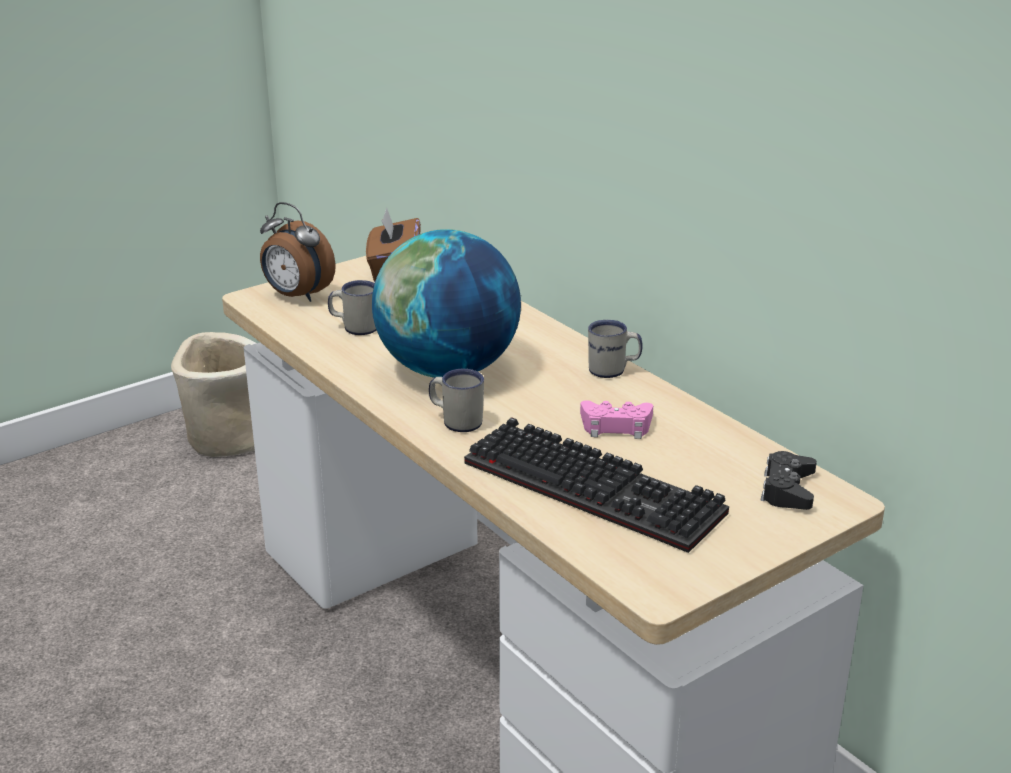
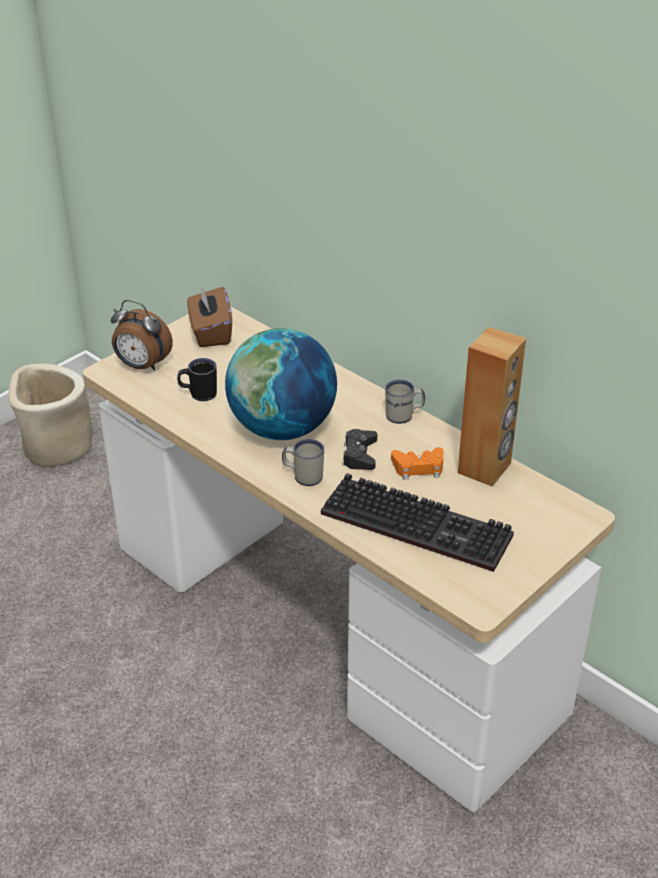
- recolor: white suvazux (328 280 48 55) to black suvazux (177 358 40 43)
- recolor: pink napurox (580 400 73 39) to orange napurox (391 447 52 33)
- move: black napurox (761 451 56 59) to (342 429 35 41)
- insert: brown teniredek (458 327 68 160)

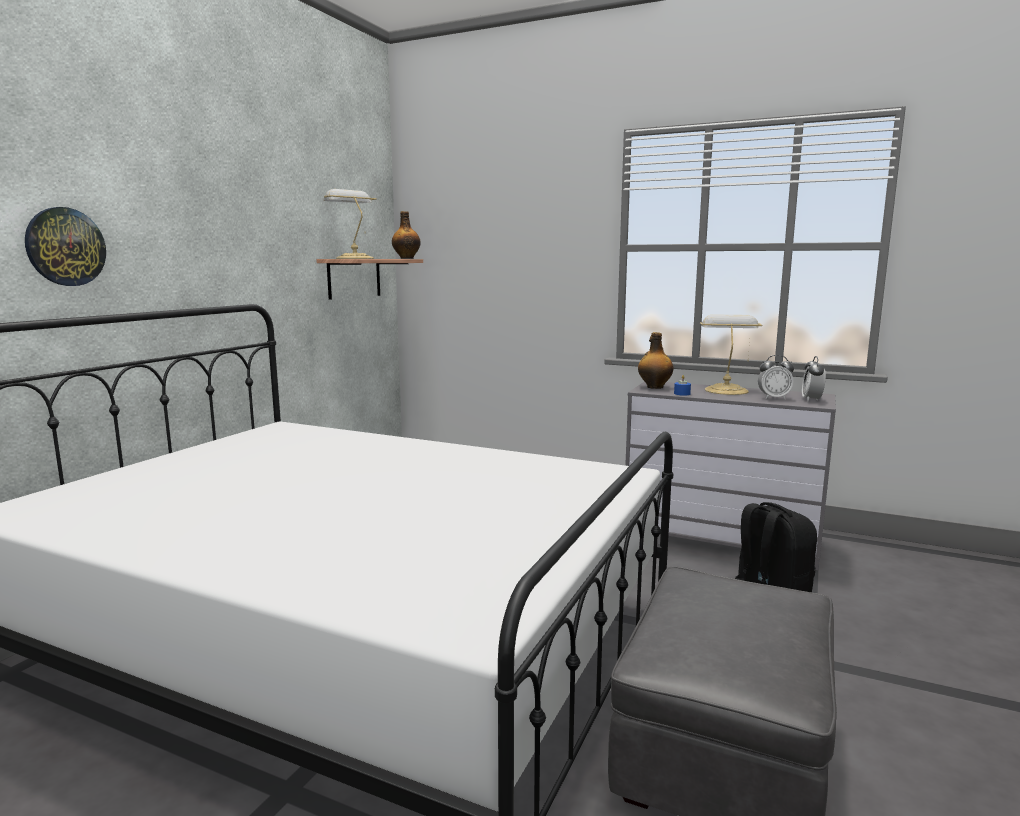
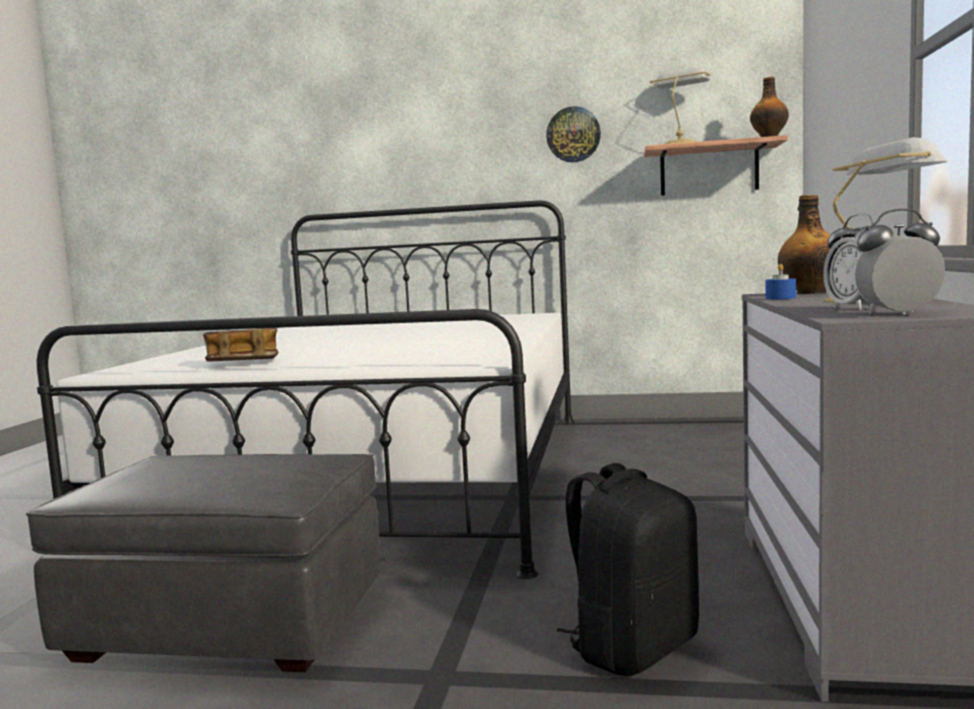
- move: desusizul (25 207 81 79) to (546 106 55 56)
- insert: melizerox (203 328 75 34)

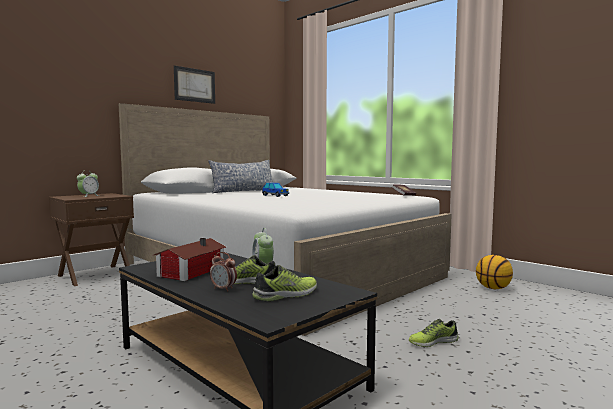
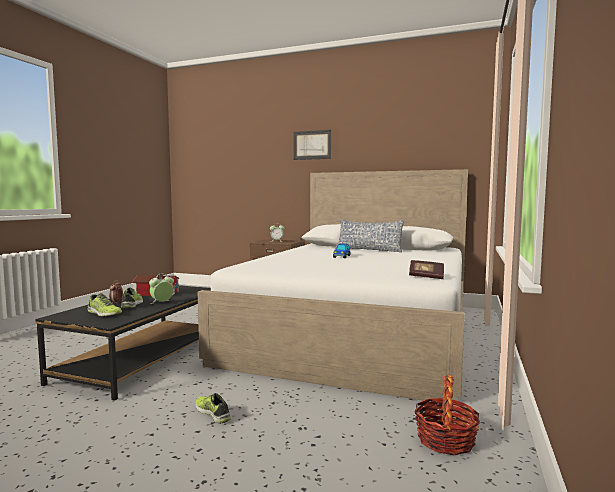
- move: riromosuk (174 66 41 38) to (294 130 37 30)
- replace: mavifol (476 255 37 34) to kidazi (414 375 66 80)

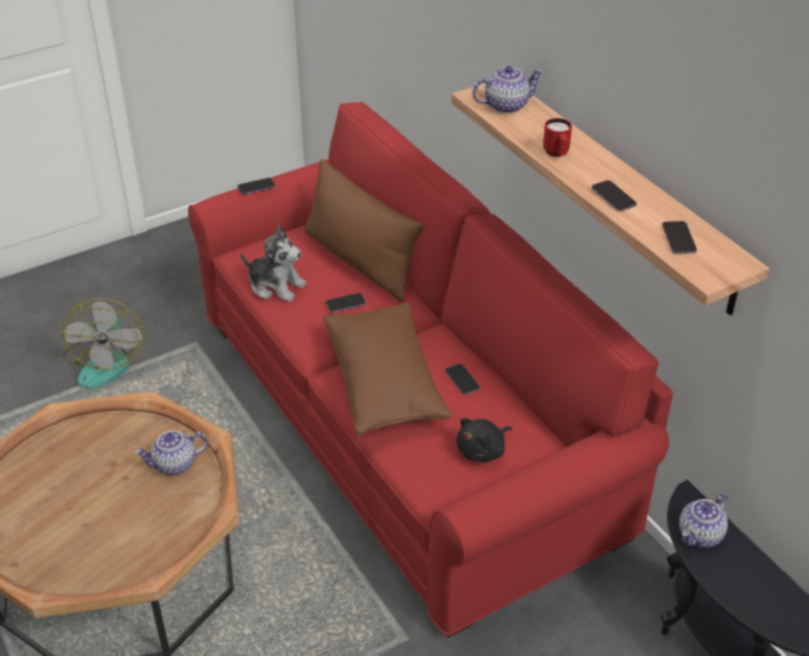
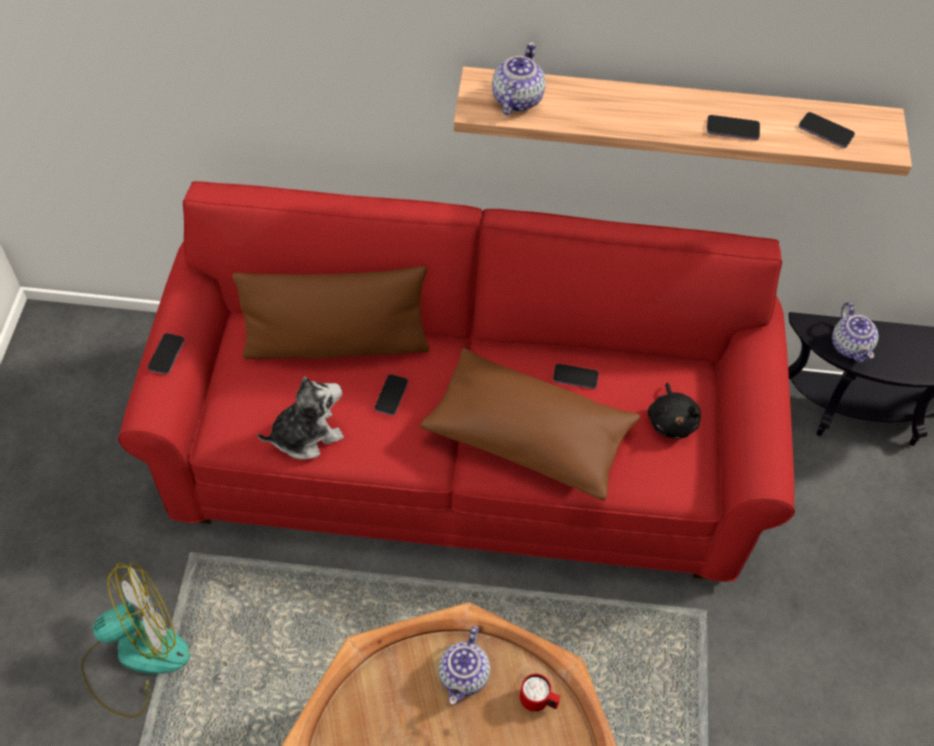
- rotate: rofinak (62 299 82 89) = (81 563 109 155) 60 degrees counterclockwise
- move: red suvazux (543 118 29 39) to (520 673 40 39)

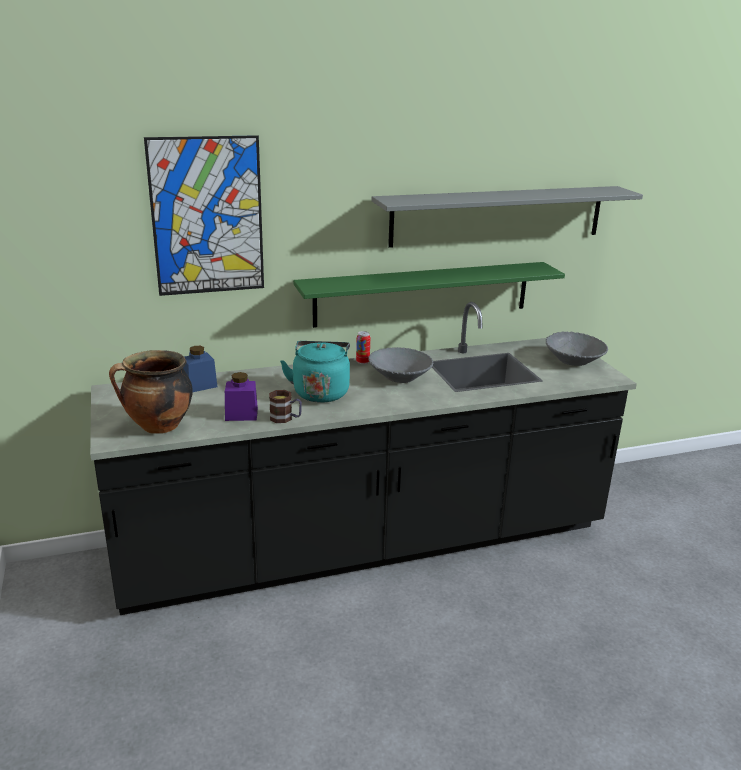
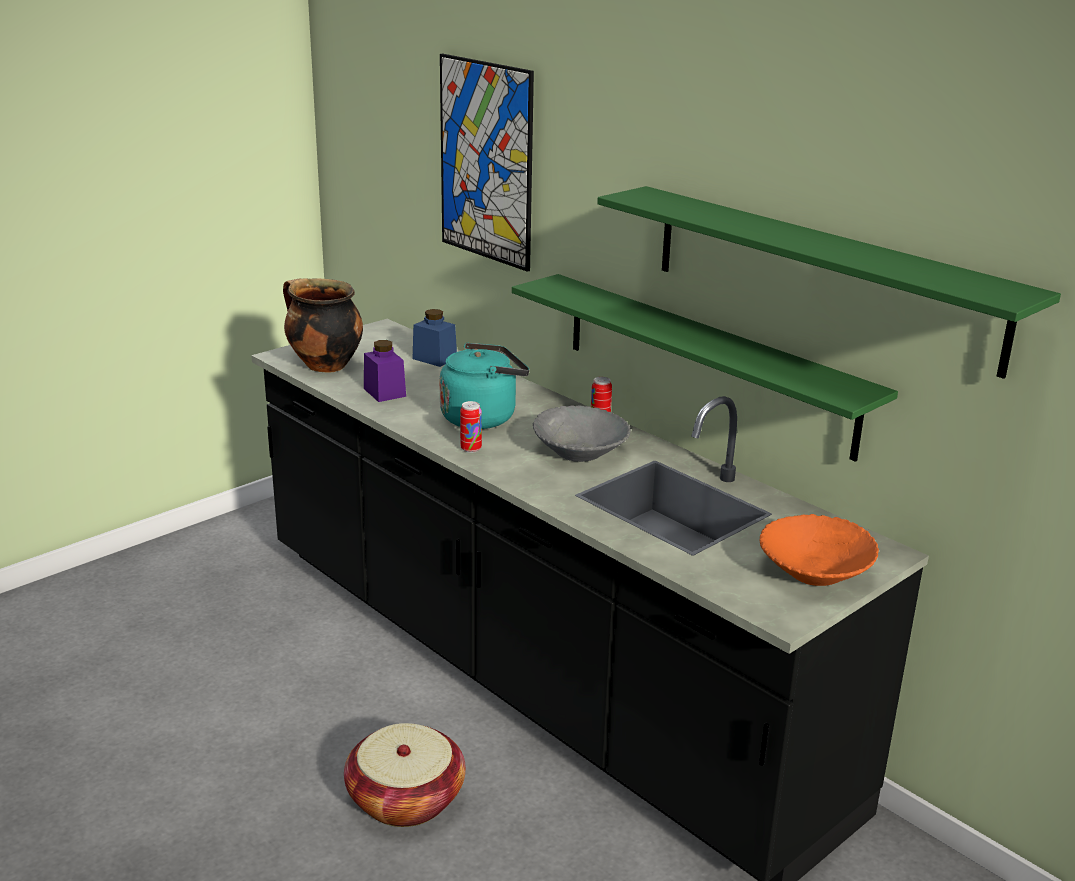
- delete: suvazux (269 390 33 33)
- recolor: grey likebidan (371 186 272 62) to green likebidan (597 186 464 193)
- recolor: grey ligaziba (546 332 62 34) to orange ligaziba (759 514 120 72)
- insert: kidazi (344 723 122 104)
- insert: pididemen (460 401 22 52)

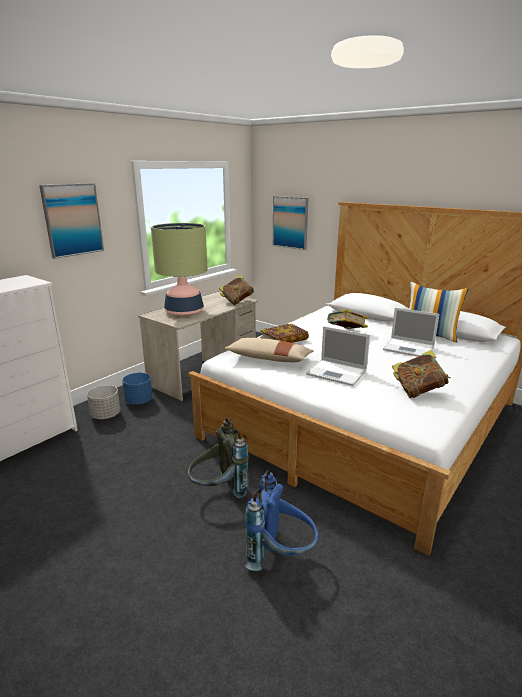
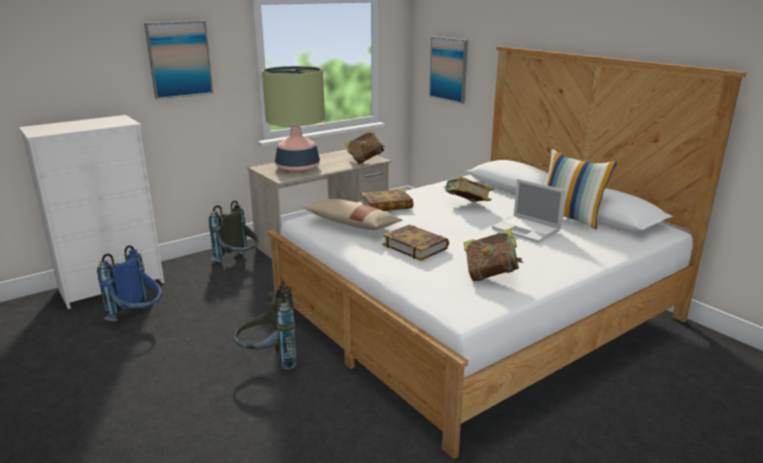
- delete: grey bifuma (87 385 33 34)
- replace: blue bifuma (122 373 31 31) to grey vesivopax (209 200 49 62)
- move: blue vesivopax (245 470 74 101) to (97 245 65 77)
- replace: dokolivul (306 326 64 60) to melizerox (382 225 67 36)

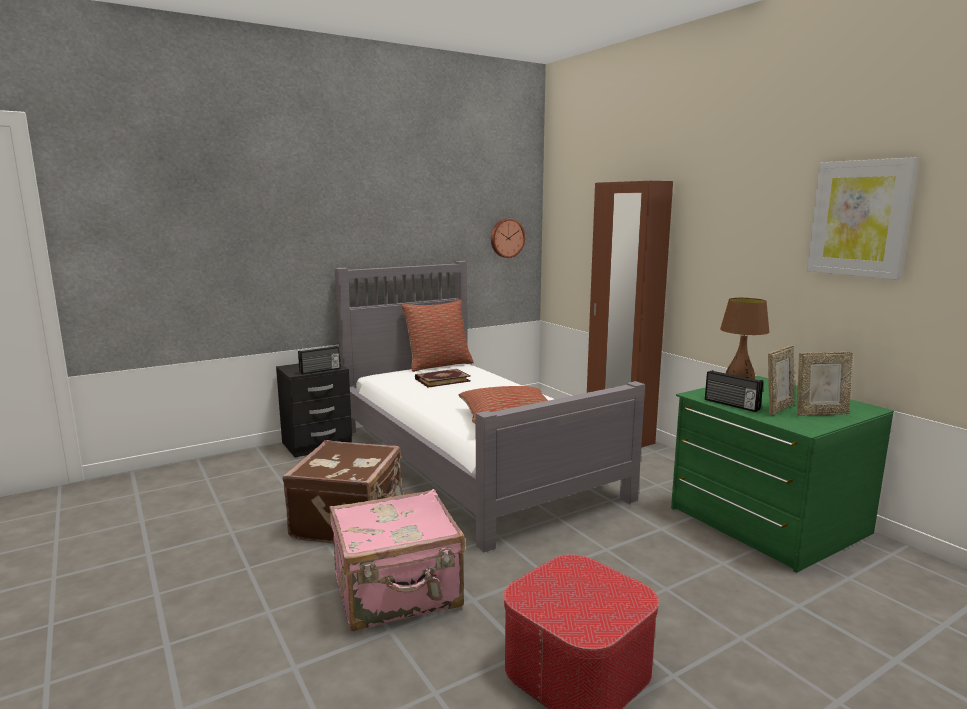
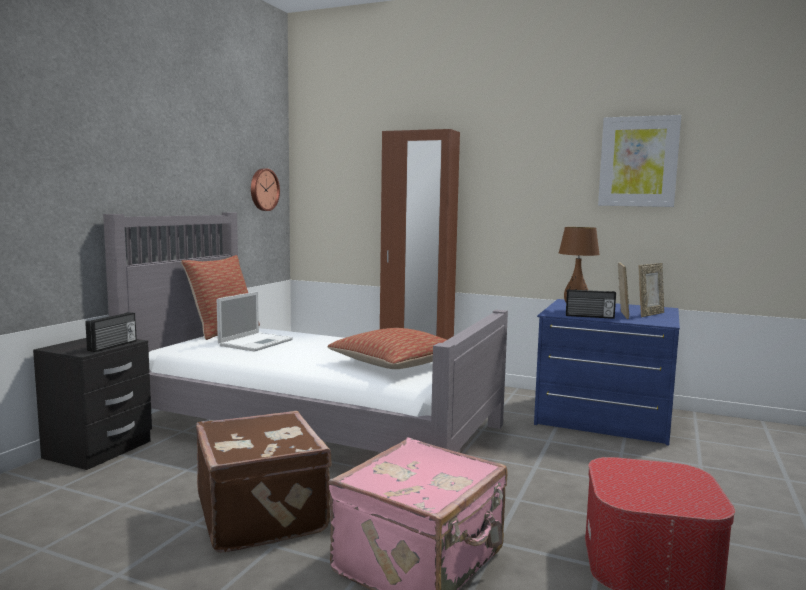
- replace: melizerox (415 369 56 19) to dokolivul (217 291 76 61)
- recolor: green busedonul (671 376 223 197) to blue busedonul (534 299 146 147)

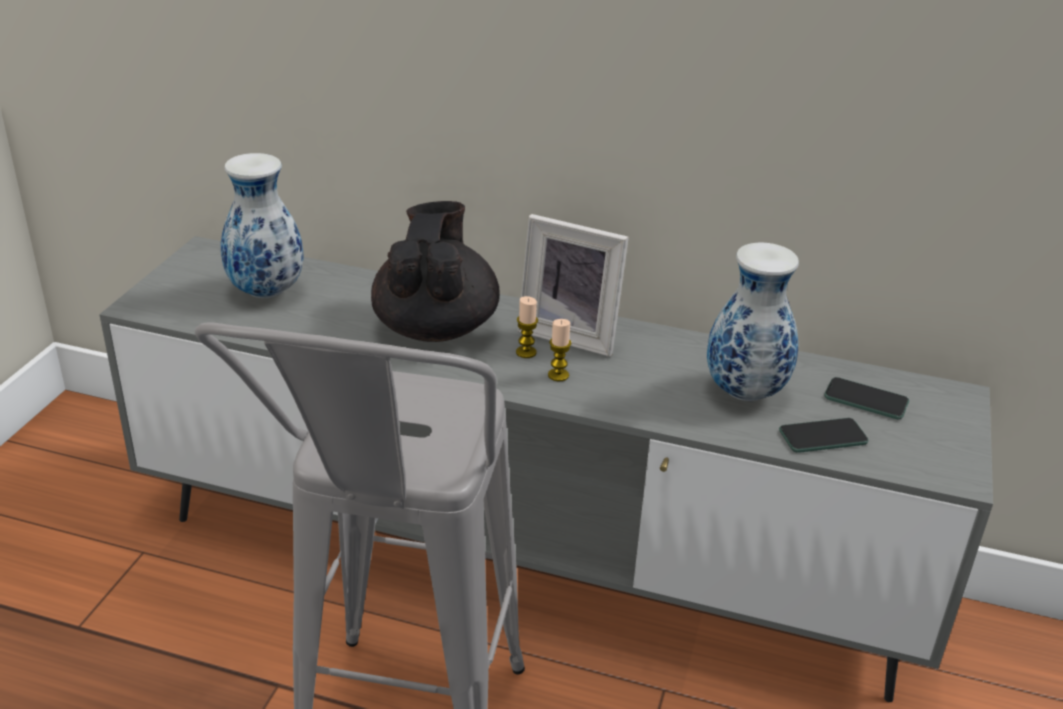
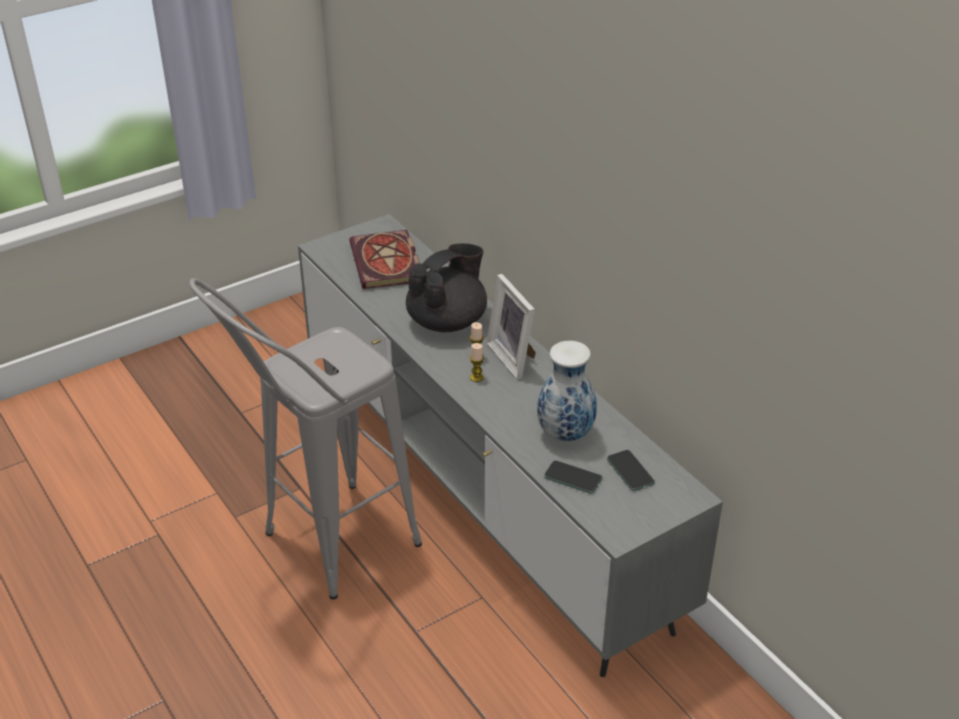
- replace: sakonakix (221 153 83 145) to melizerox (349 230 71 59)

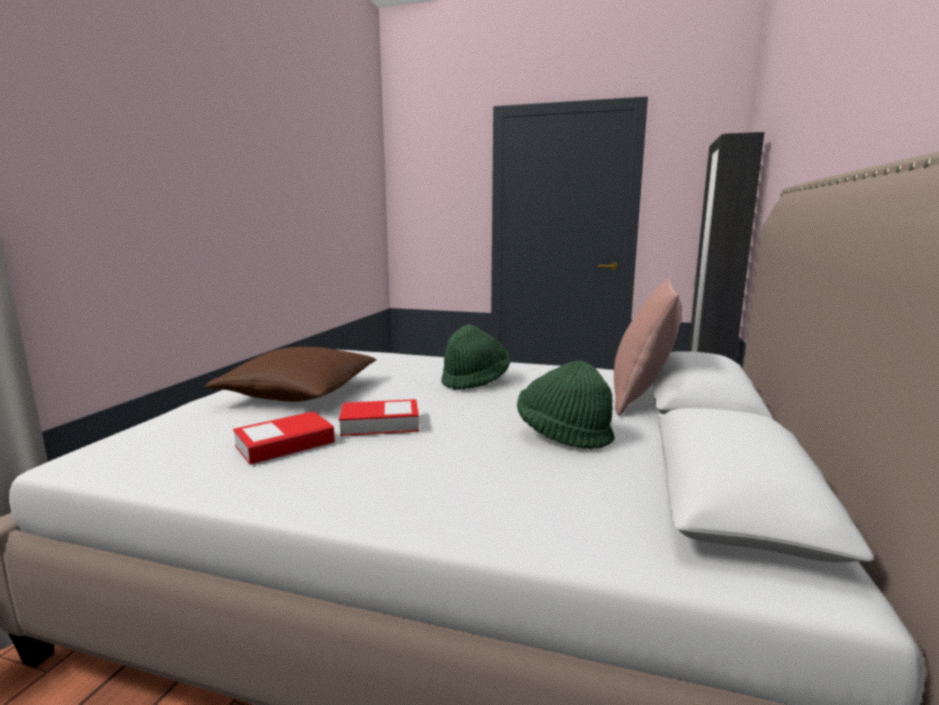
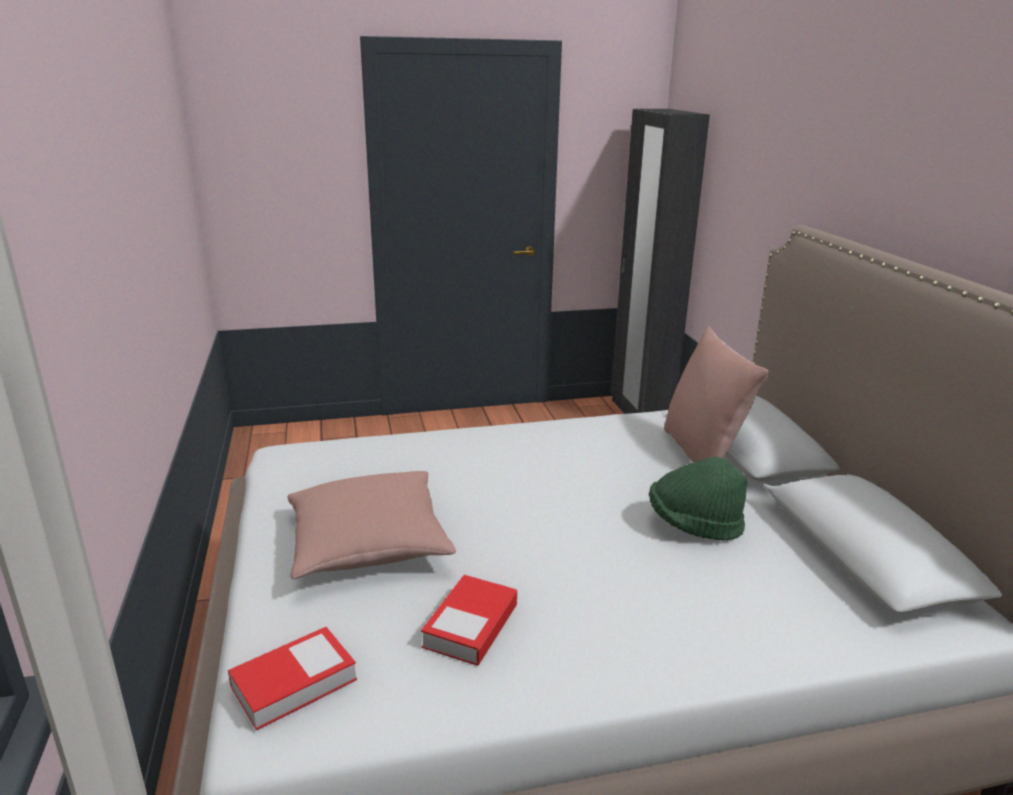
- recolor: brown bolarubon (205 347 171 55) to pink bolarubon (287 471 169 108)
- move: melizerox (339 399 80 37) to (228 627 129 103)
- delete: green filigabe (441 324 69 66)

